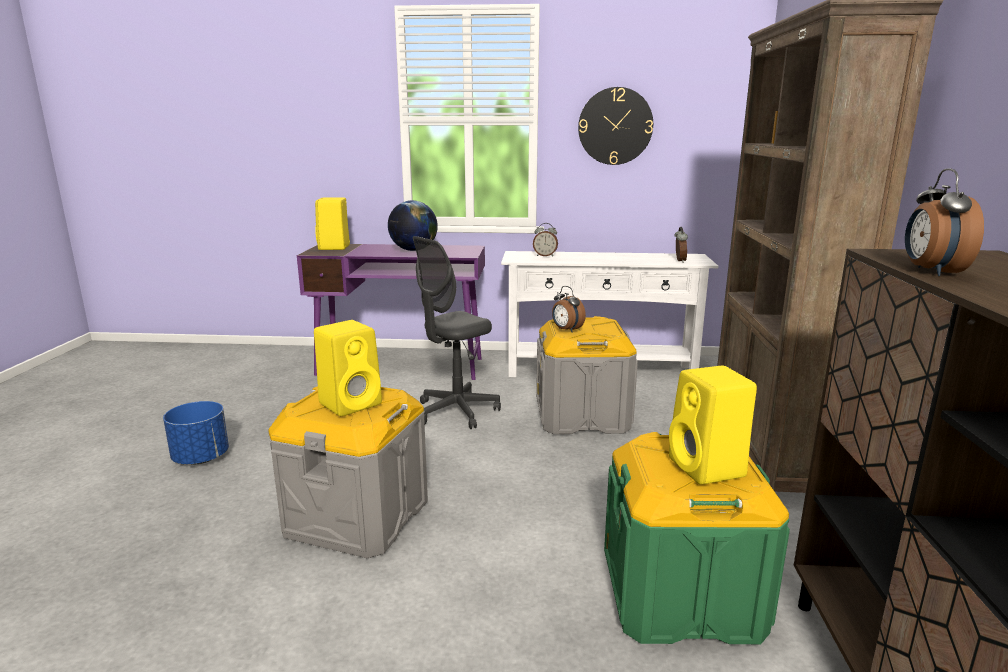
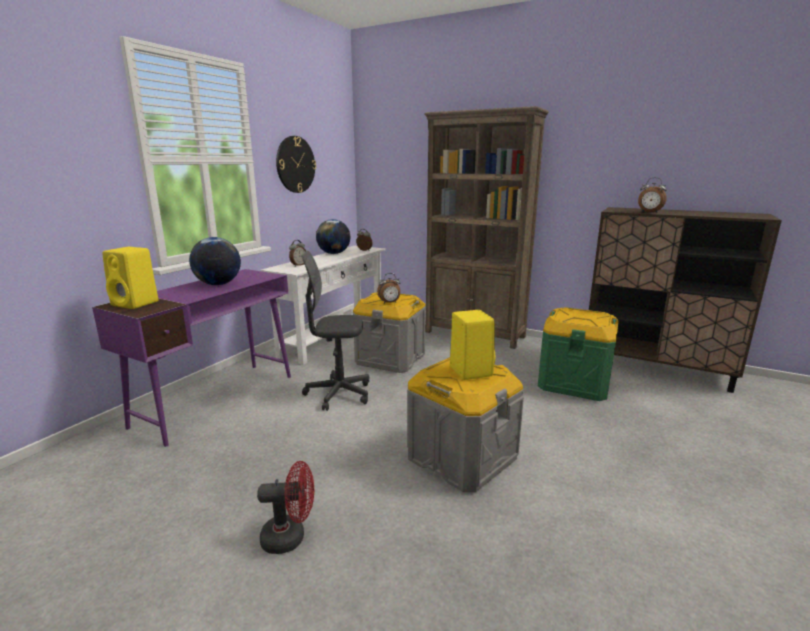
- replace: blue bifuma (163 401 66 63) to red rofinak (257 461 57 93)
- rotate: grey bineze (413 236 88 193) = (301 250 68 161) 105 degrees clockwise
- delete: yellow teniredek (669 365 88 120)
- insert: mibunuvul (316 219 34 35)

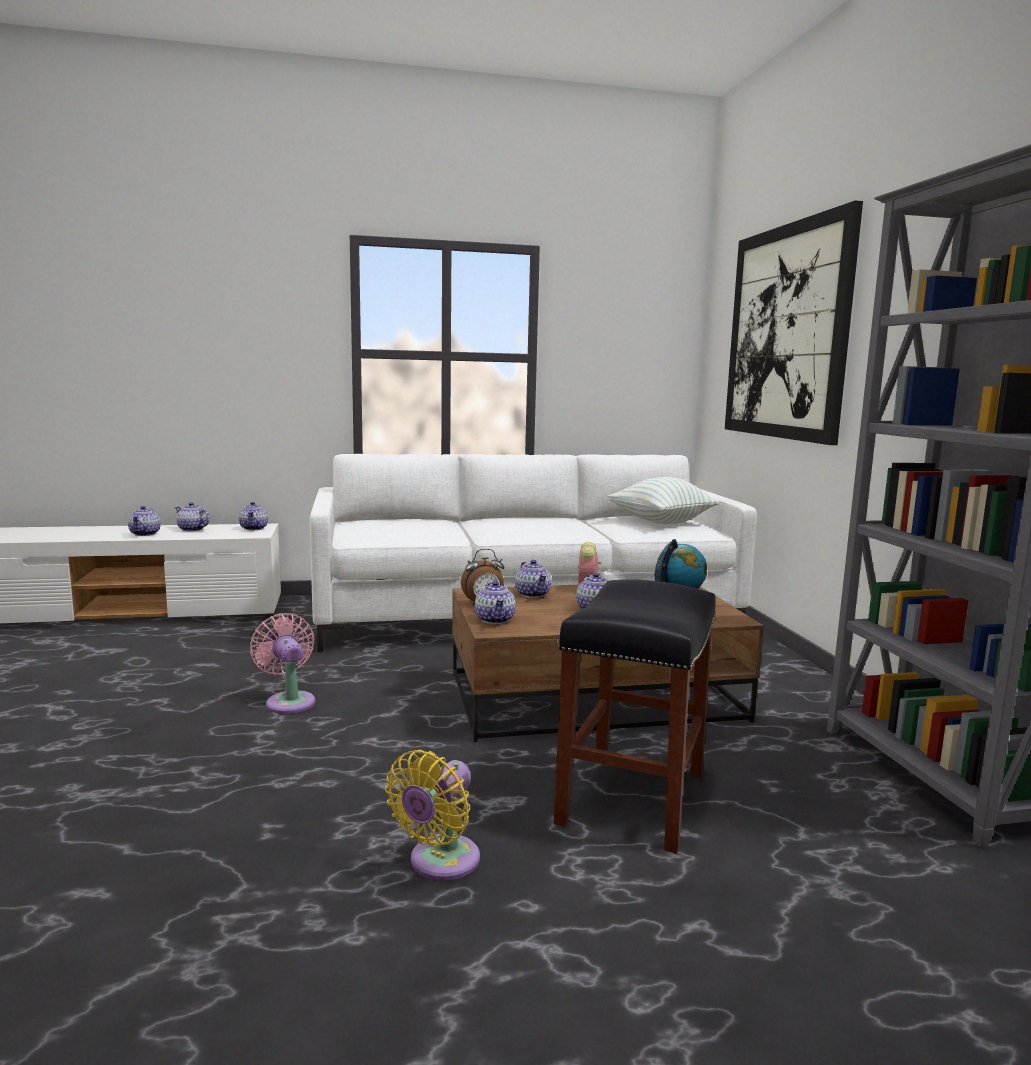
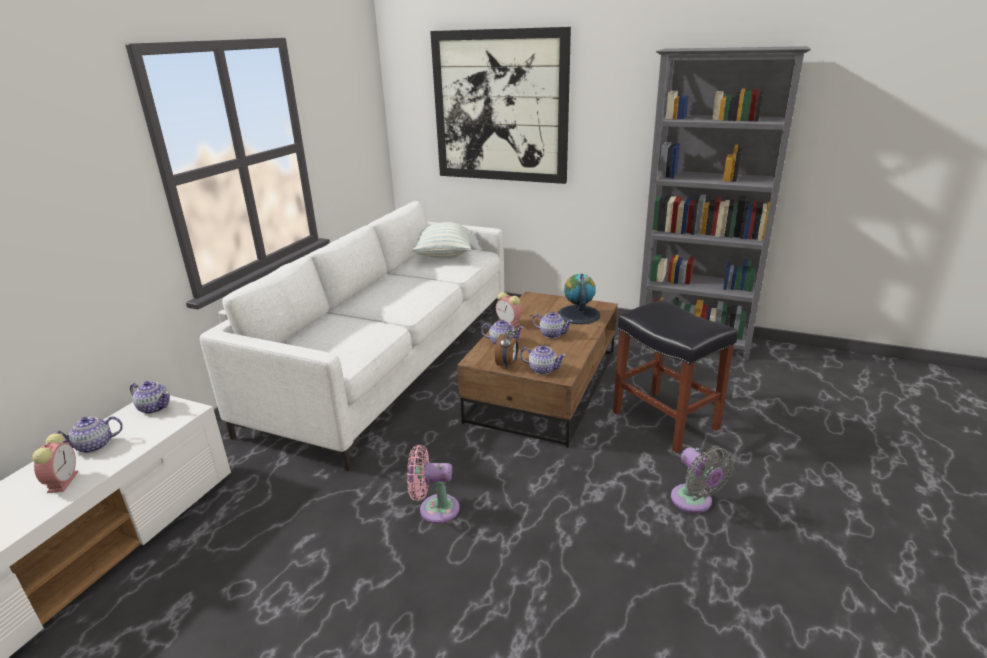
- replace: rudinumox (128 506 33 30) to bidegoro (32 433 47 60)
- recolor: yellow rofinak (385 750 95 131) to grey rofinak (671 447 63 66)

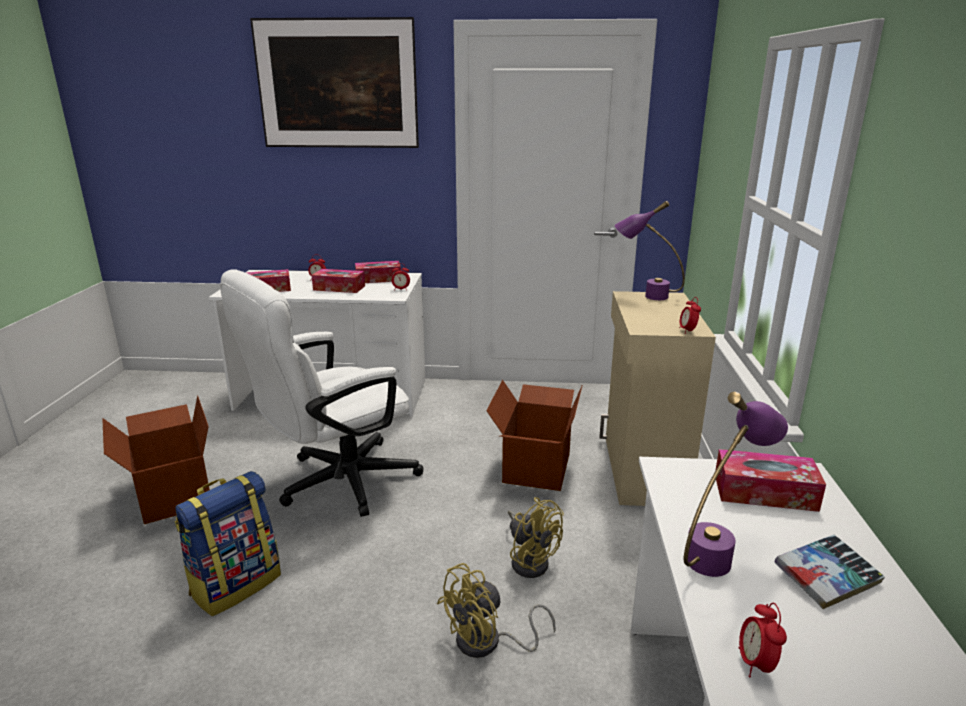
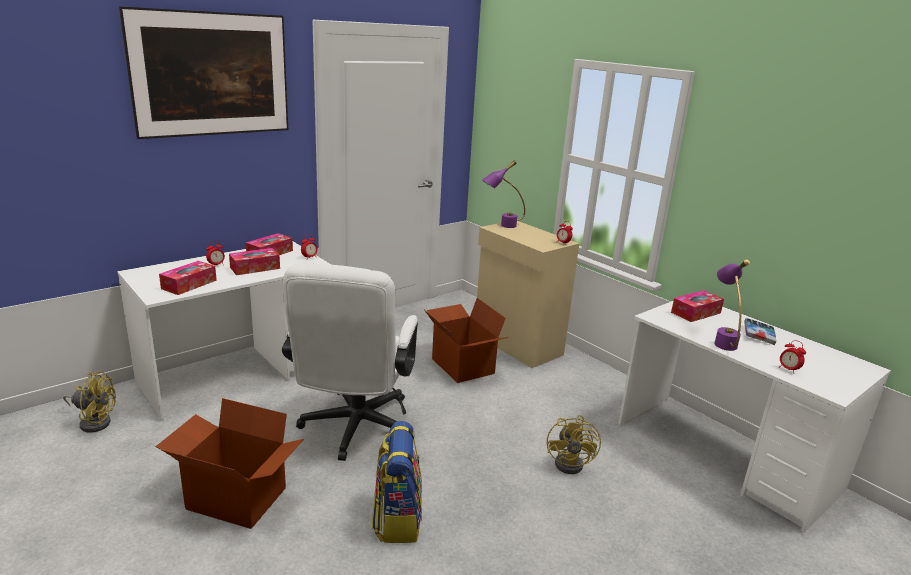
- move: yellow rofinak (508 497 56 81) to (63 371 53 62)

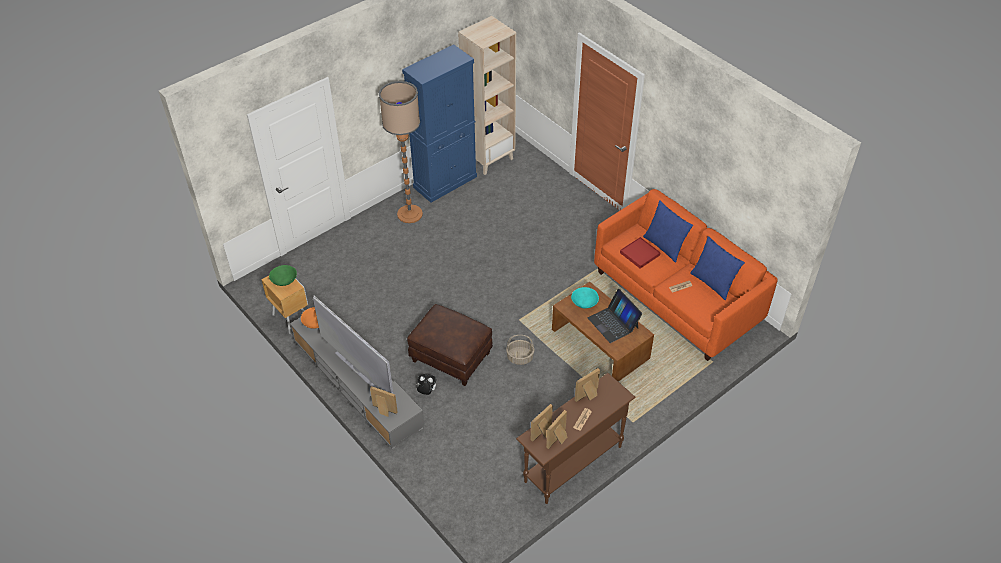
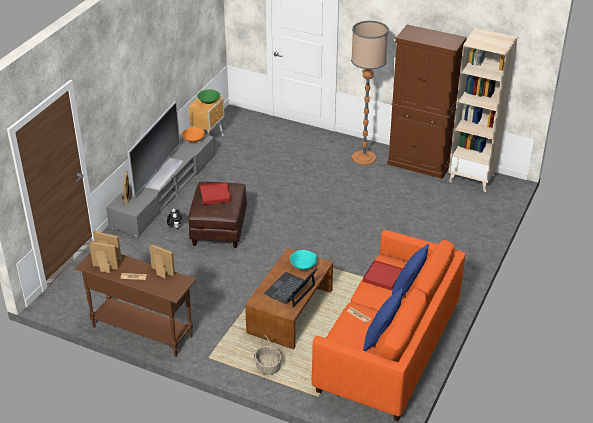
- recolor: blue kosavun (402 45 75 158) to brown kosavun (387 25 80 154)
- move: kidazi (506 335 29 30) to (255 335 27 40)
- insert: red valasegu (200 182 31 23)

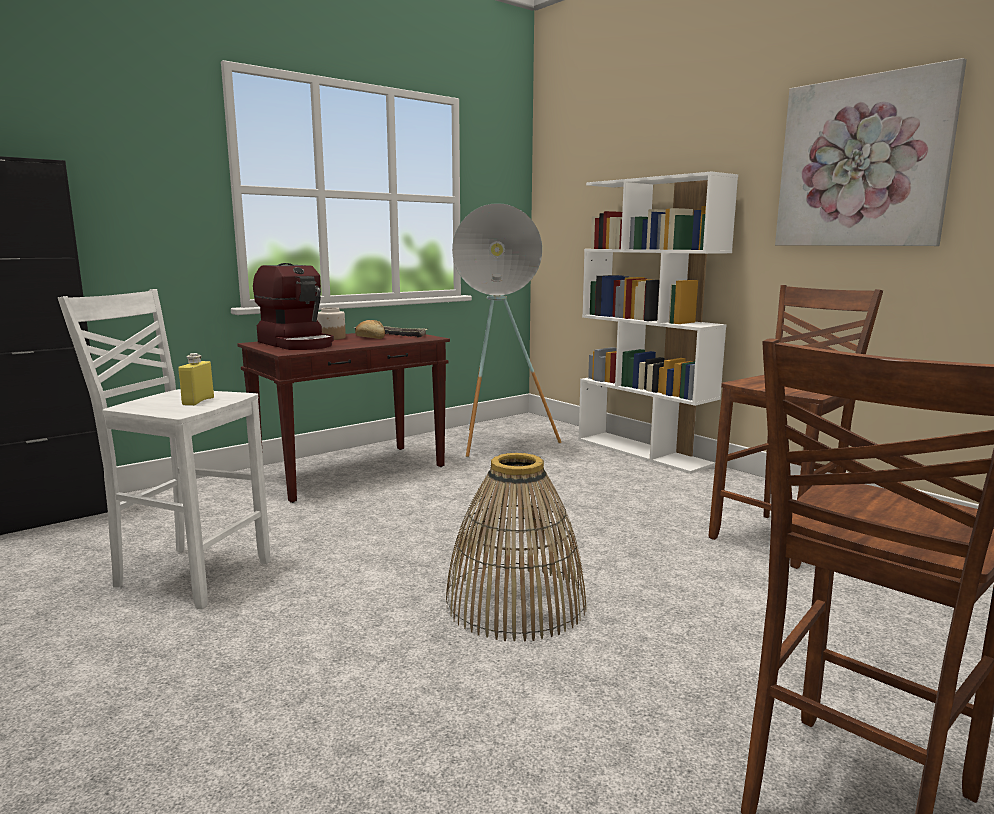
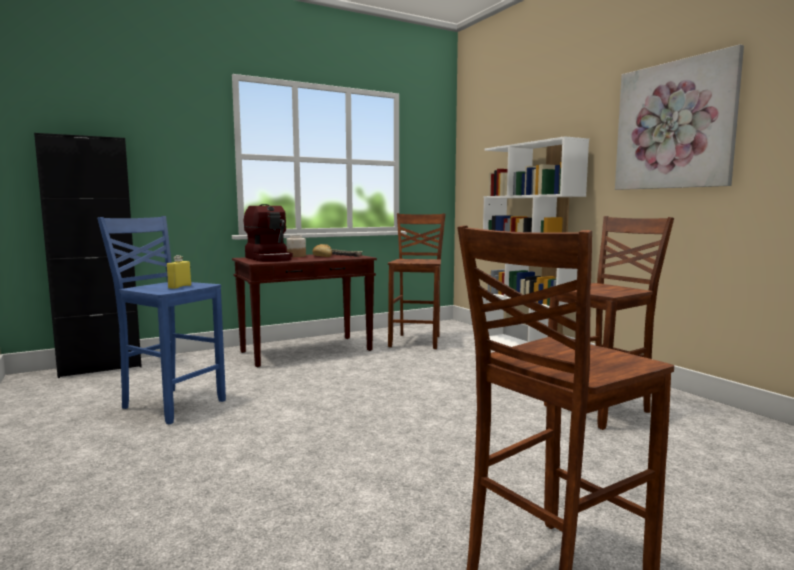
- recolor: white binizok (58 289 213 320) to blue binizok (97 216 129 208)
- delete: kidazi (446 453 140 188)
- replace: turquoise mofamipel (452 203 110 254) to brown binizok (388 213 58 136)

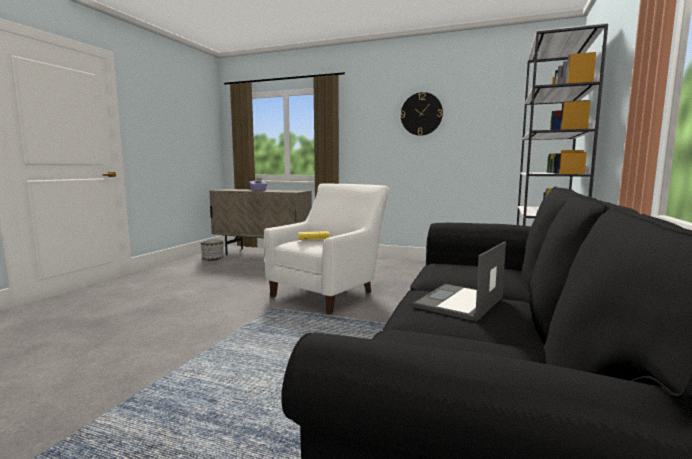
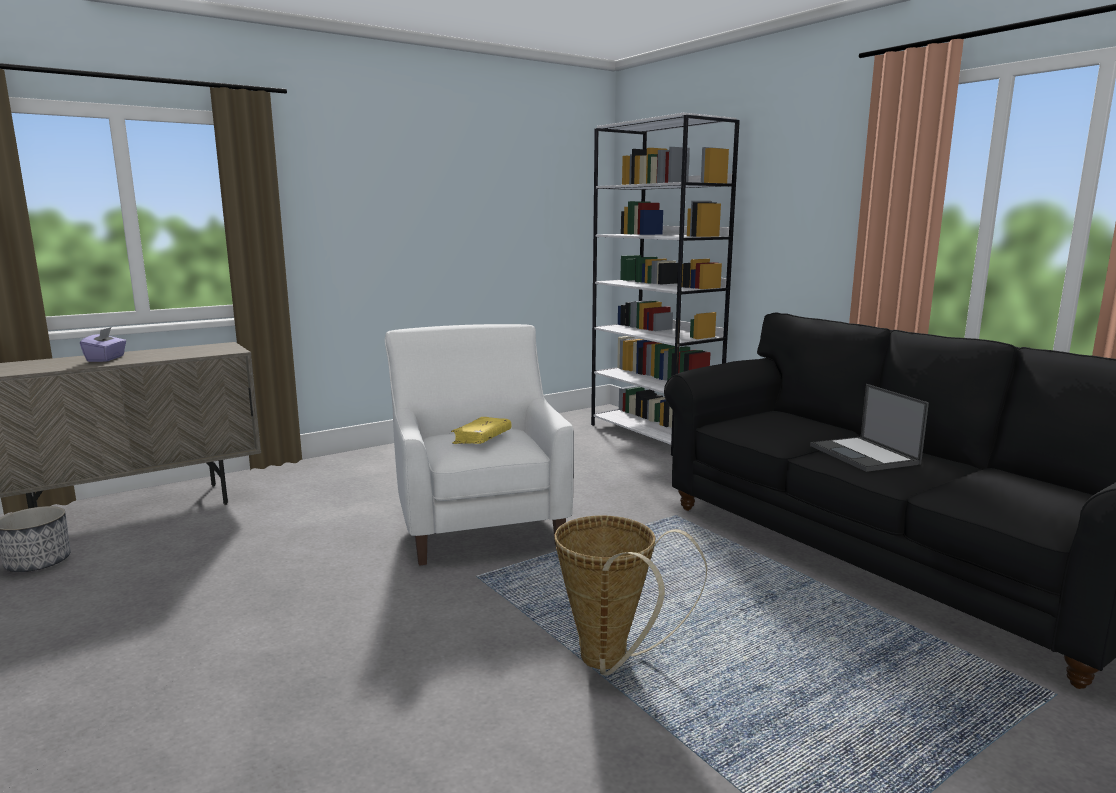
- delete: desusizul (401 92 42 44)
- insert: kidazi (554 516 153 159)

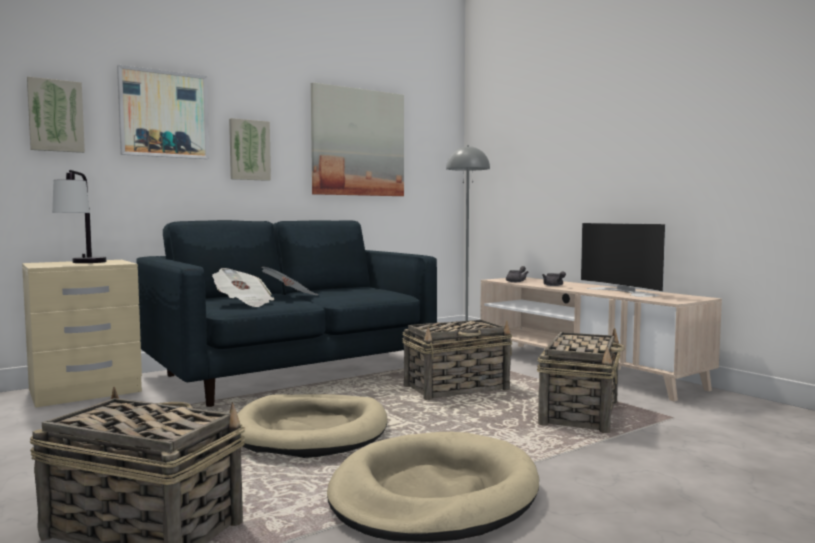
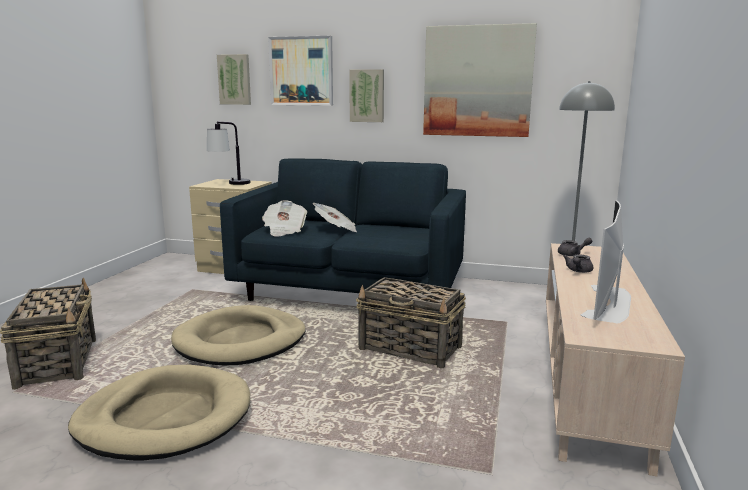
- delete: kidazi (537 328 88 105)

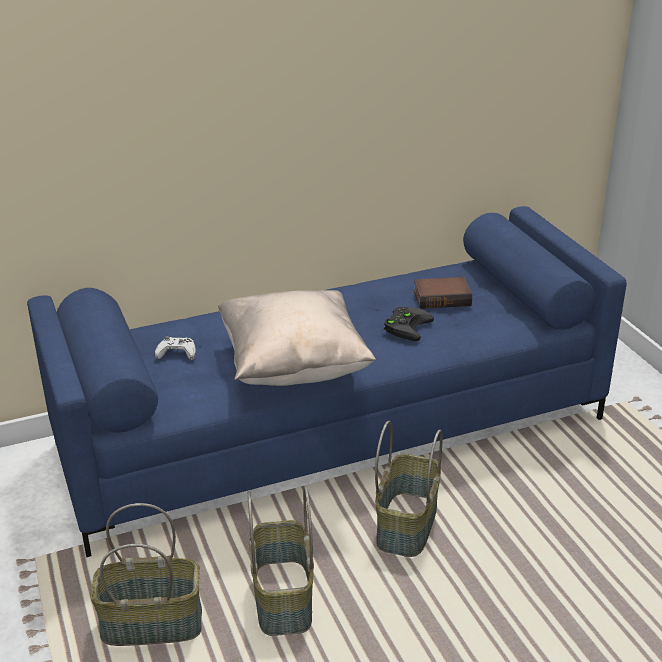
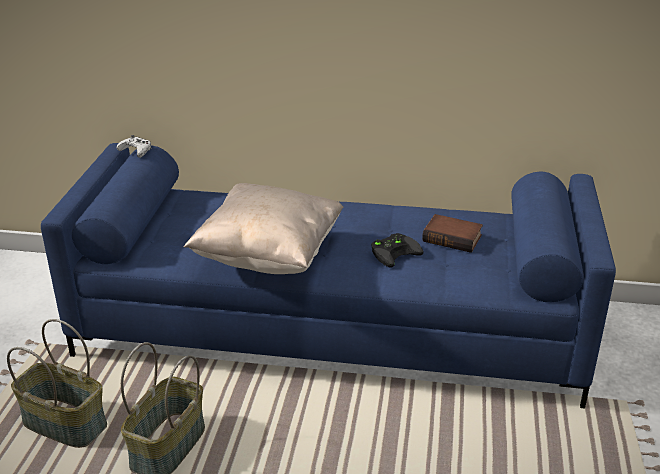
- move: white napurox (155 336 41 24) to (117 135 34 23)
- delete: kidazi (375 421 68 136)

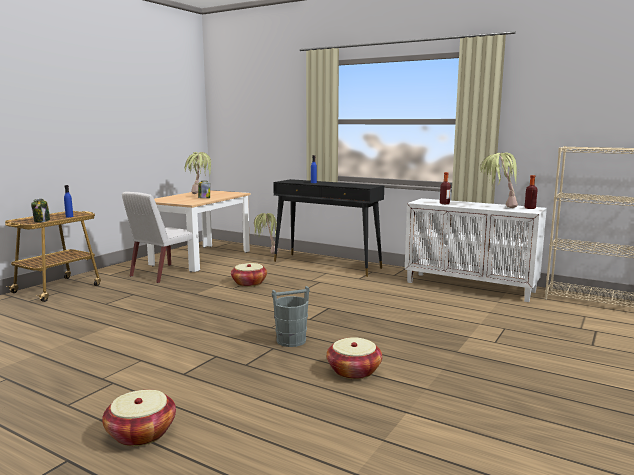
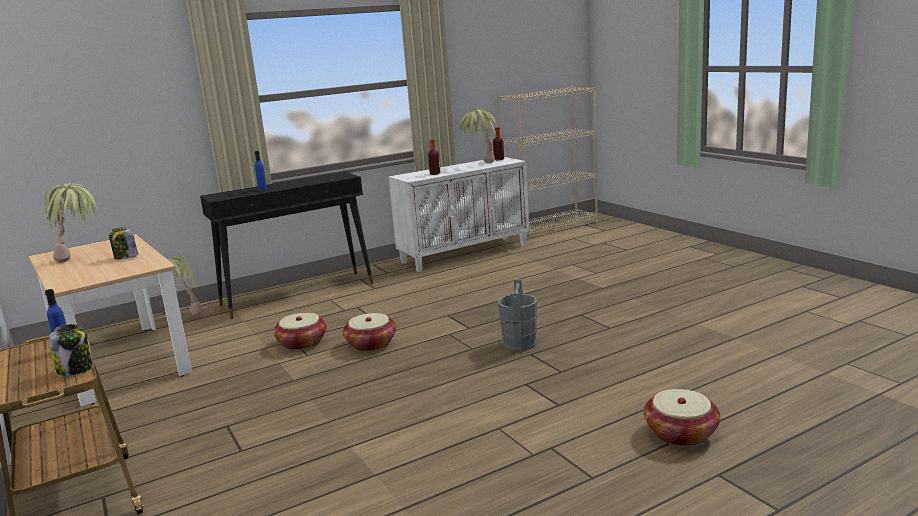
- delete: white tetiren (122 192 76 91)
- move: kidazi (326 337 56 42) to (343 313 53 38)

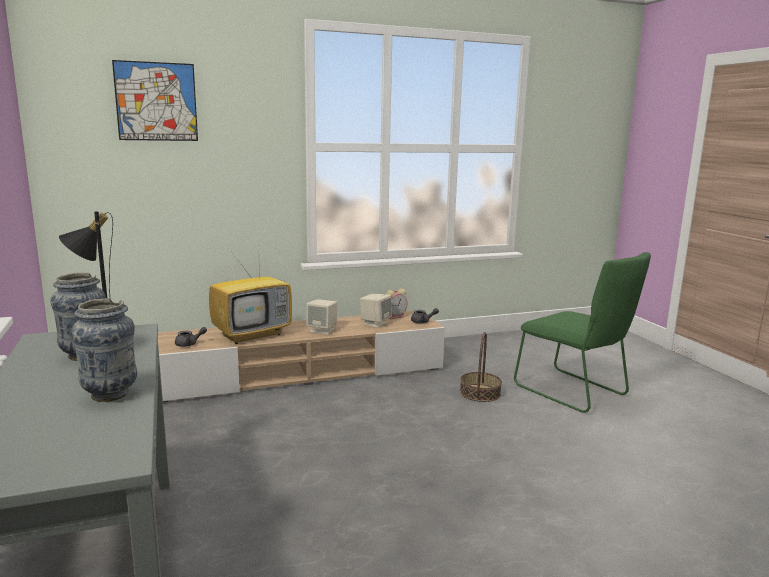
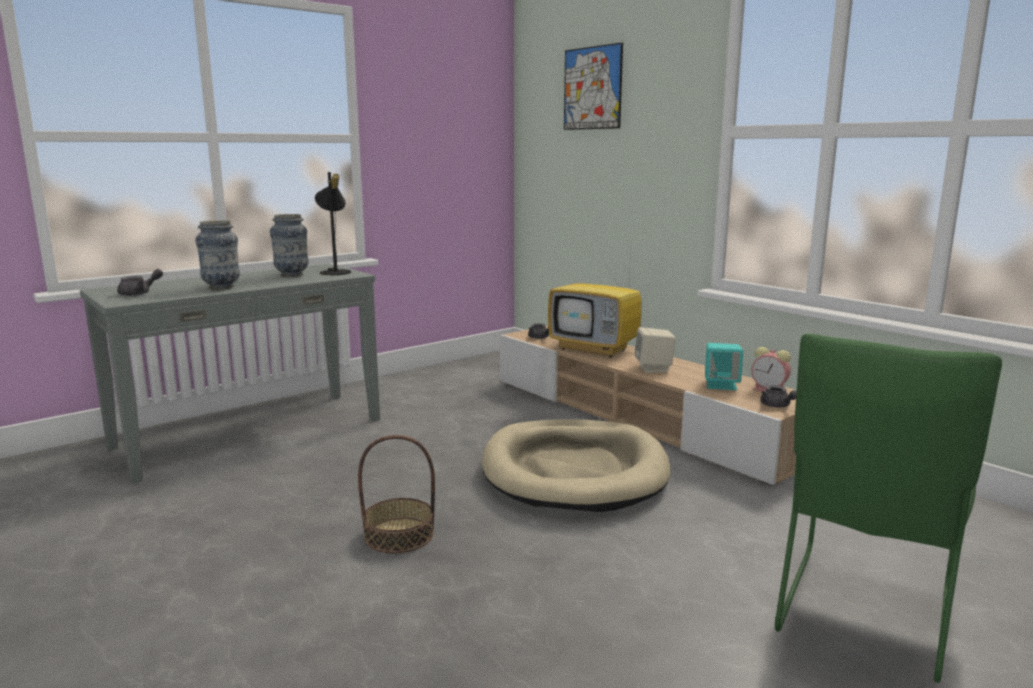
- recolor: beige teniredek (360 294 32 34) to turquoise teniredek (705 343 38 47)
- move: kidazi (460 332 42 70) to (358 435 77 118)
- insert: grey rudinumox (117 269 46 27)
- insert: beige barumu (482 419 189 93)

